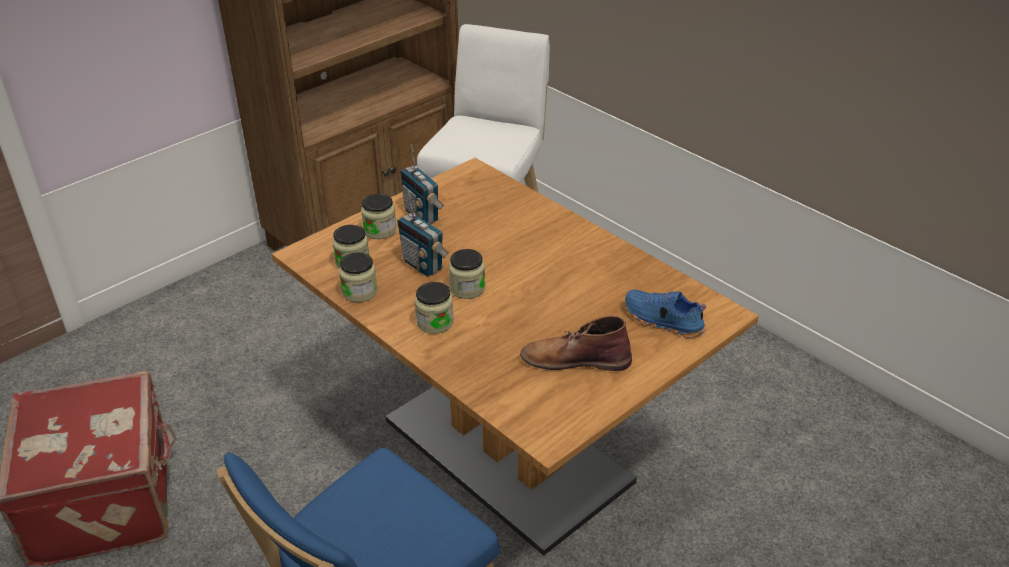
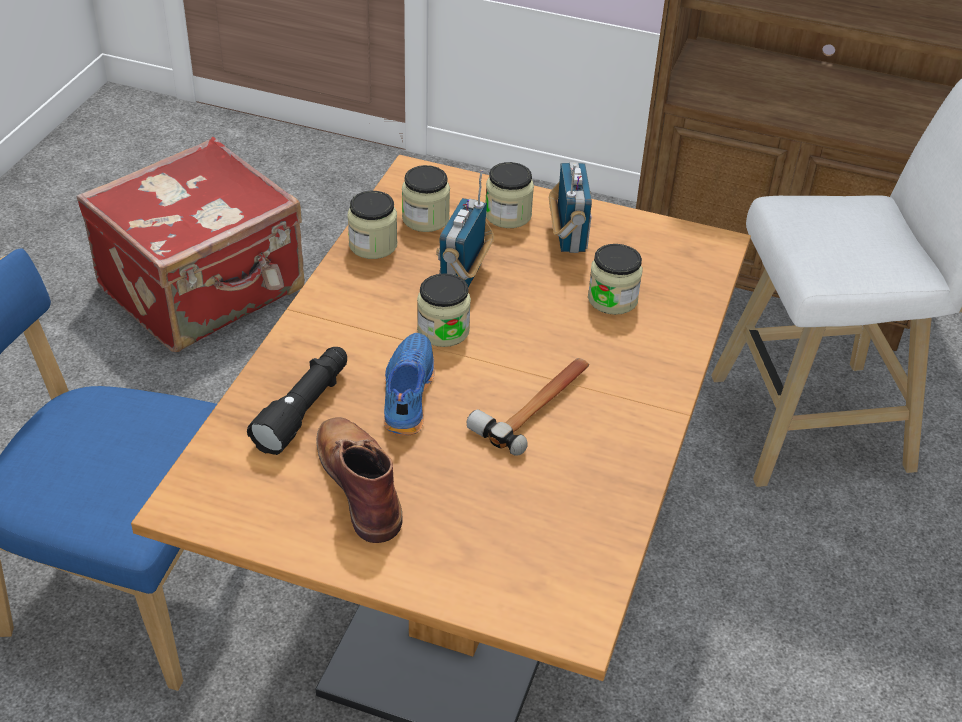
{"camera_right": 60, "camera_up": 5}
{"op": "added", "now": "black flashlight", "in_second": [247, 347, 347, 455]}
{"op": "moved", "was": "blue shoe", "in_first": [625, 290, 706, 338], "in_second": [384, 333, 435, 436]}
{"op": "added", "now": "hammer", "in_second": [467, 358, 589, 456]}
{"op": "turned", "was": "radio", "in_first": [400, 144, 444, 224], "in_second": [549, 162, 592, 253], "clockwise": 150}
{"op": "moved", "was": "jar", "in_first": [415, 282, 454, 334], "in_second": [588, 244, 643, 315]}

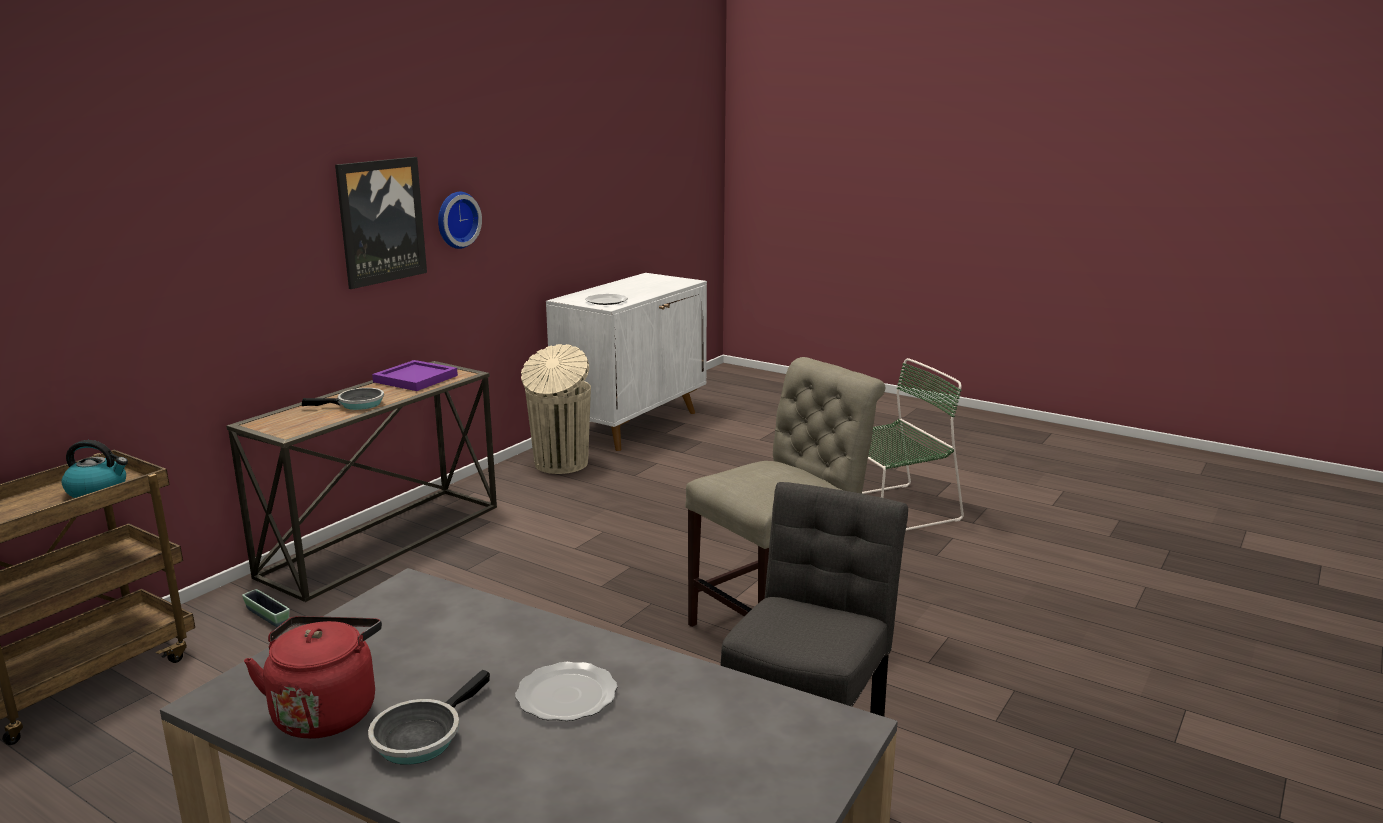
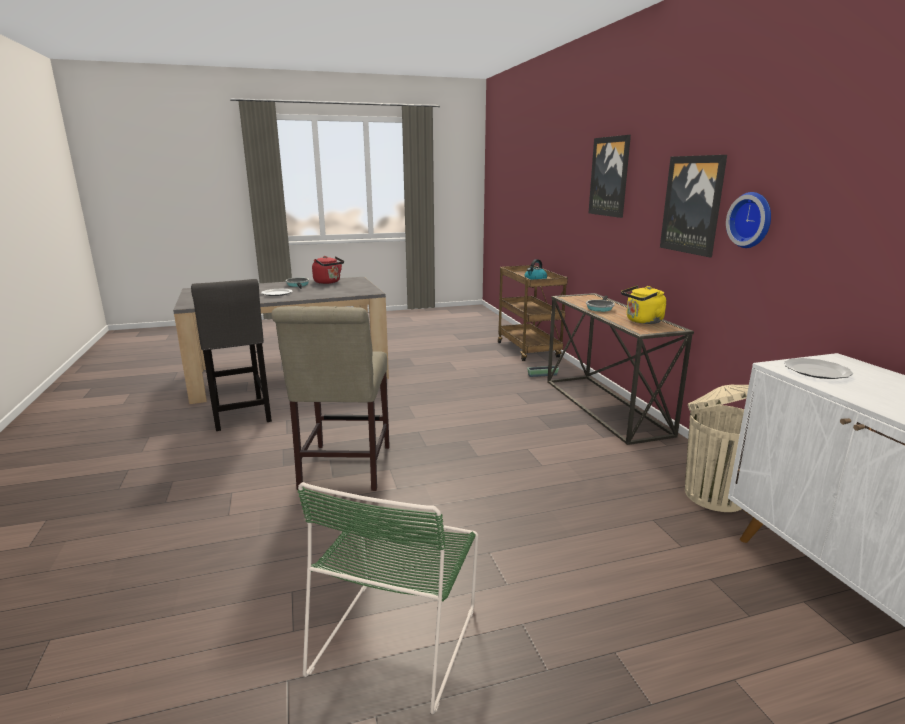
{"camera_right": 130, "camera_up": 0}
{"op": "added", "now": "picture", "in_second": [589, 135, 631, 218]}
{"op": "replaced", "was": "purple tray", "now": "yellow kettle", "in_first": [372, 360, 458, 391], "in_second": [621, 285, 667, 324]}

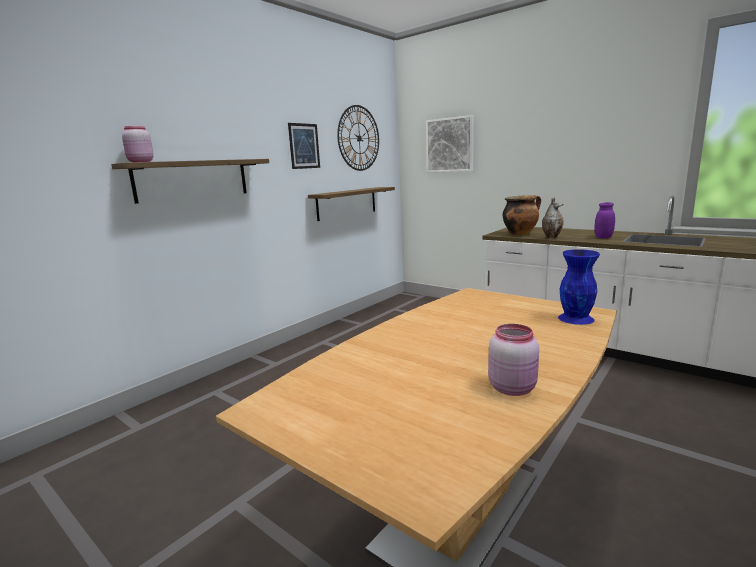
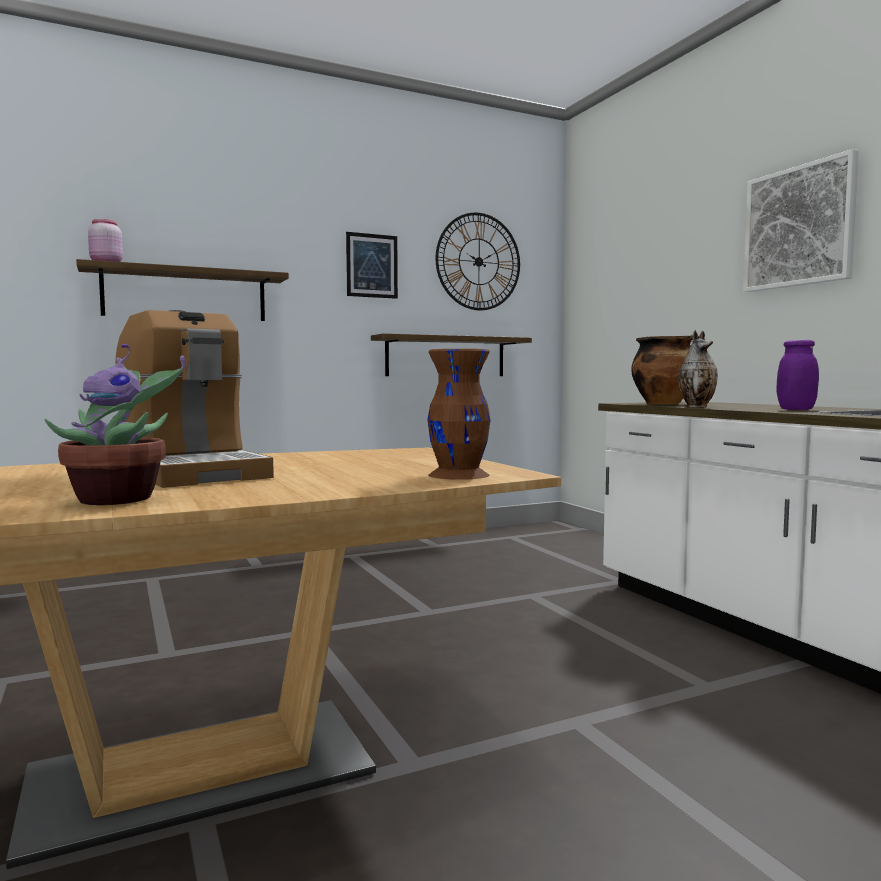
{"camera_right": 25, "camera_up": -10}
{"op": "replaced", "was": "pink jar", "now": "potted plant", "in_first": [488, 324, 539, 396], "in_second": [45, 344, 186, 505]}
{"op": "added", "now": "coffee machine", "in_second": [115, 310, 274, 488]}
{"op": "recoloured", "was": "blue vase", "now": "brown vase", "in_first": [558, 249, 600, 325], "in_second": [427, 349, 491, 480]}
{"op": "moved", "was": "picture", "in_first": [426, 115, 474, 173], "in_second": [743, 149, 859, 292]}

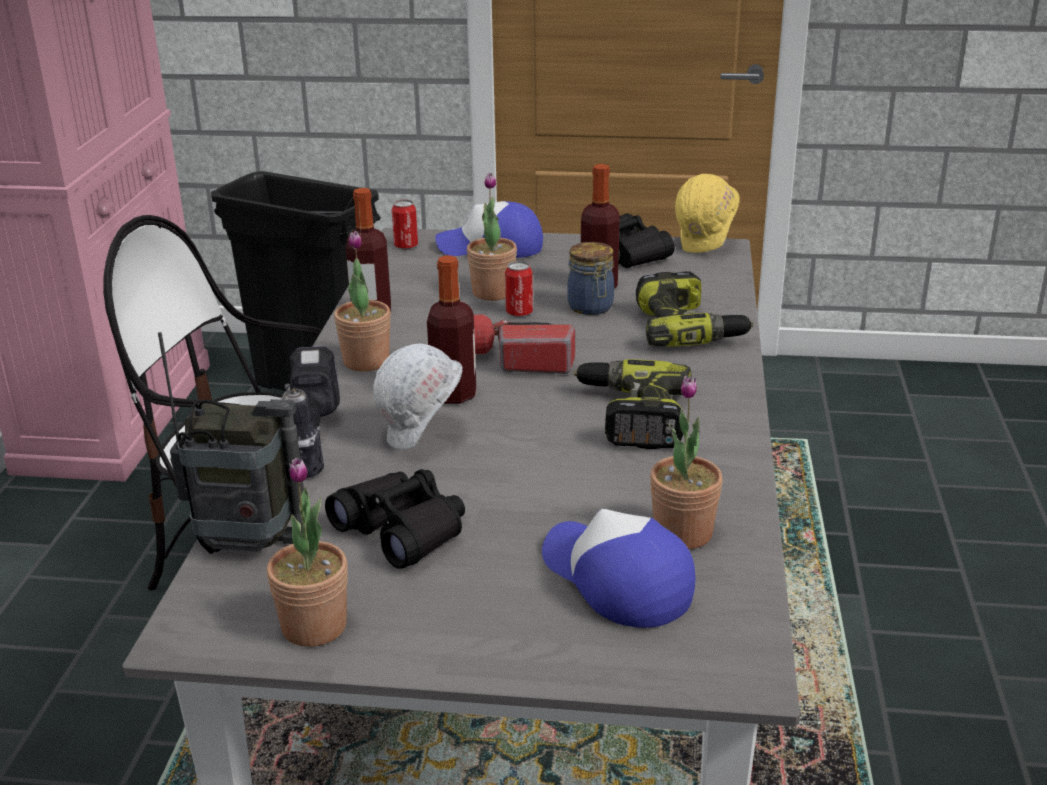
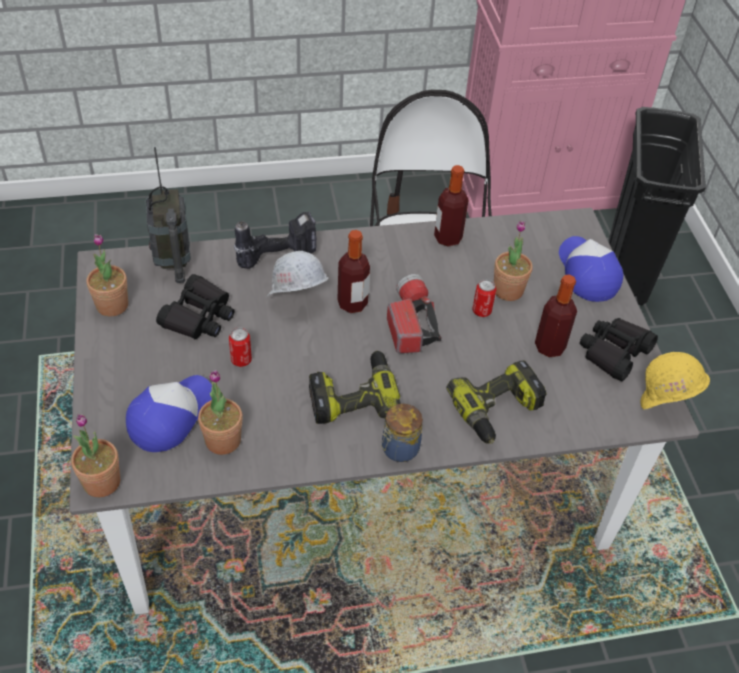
{"camera_right": 70, "camera_up": 20}
{"op": "moved", "was": "potted plant", "in_first": [334, 231, 391, 371], "in_second": [71, 414, 120, 497]}
{"op": "moved", "was": "can", "in_first": [392, 200, 418, 249], "in_second": [229, 327, 252, 367]}
{"op": "moved", "was": "jar", "in_first": [567, 242, 614, 315], "in_second": [381, 404, 423, 462]}

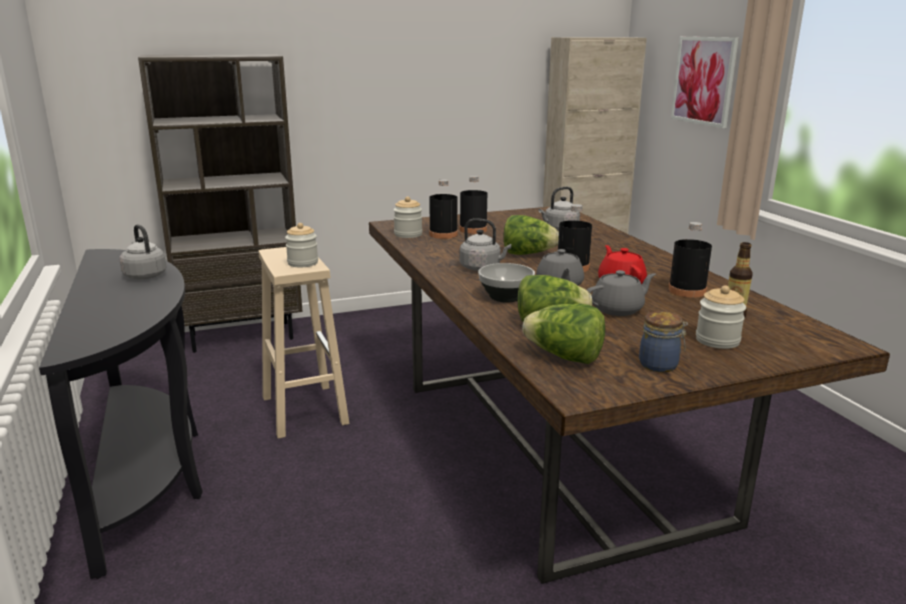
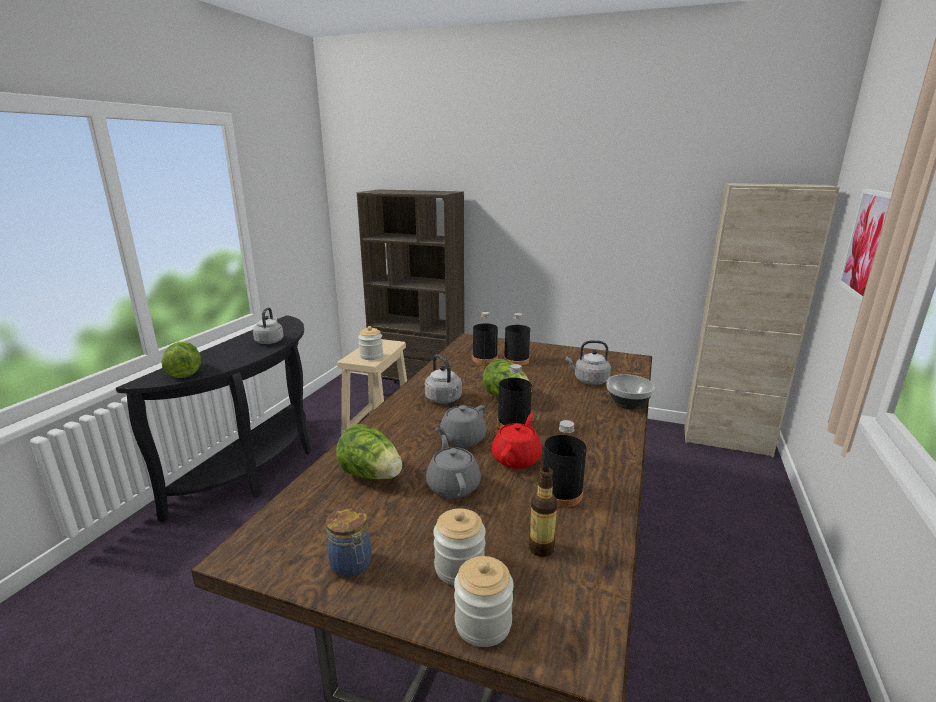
{"camera_right": 40, "camera_up": 0}
{"op": "moved", "was": "lettuce", "in_first": [522, 304, 605, 364], "in_second": [162, 342, 201, 378]}
{"op": "turned", "was": "grey teapot", "in_first": [587, 270, 656, 316], "in_second": [426, 435, 481, 498], "clockwise": -120}
{"op": "moved", "was": "jar", "in_first": [393, 196, 422, 238], "in_second": [454, 556, 514, 647]}
{"op": "moved", "was": "bowl", "in_first": [478, 263, 535, 303], "in_second": [607, 374, 655, 409]}

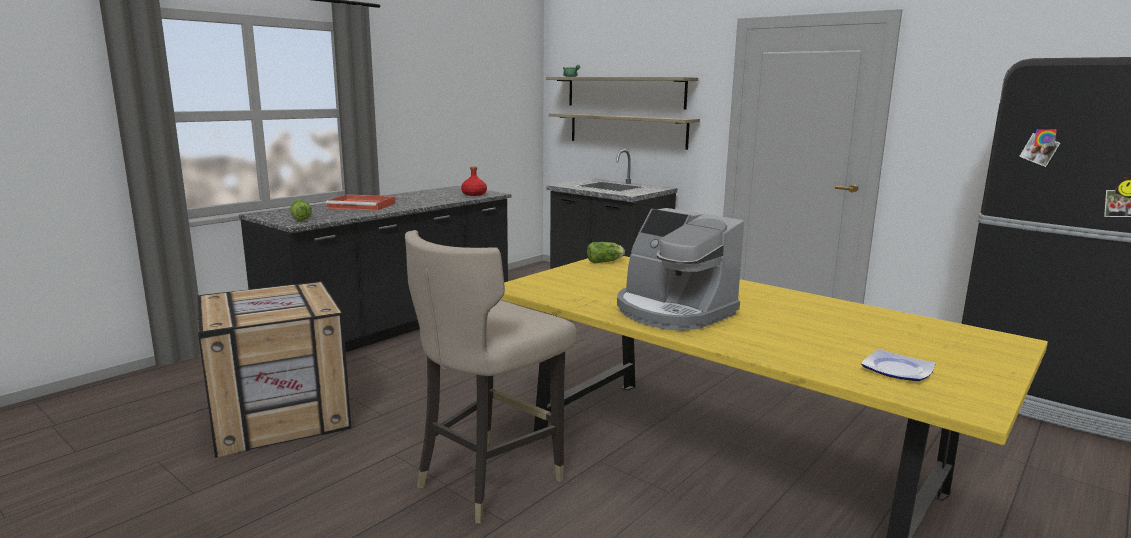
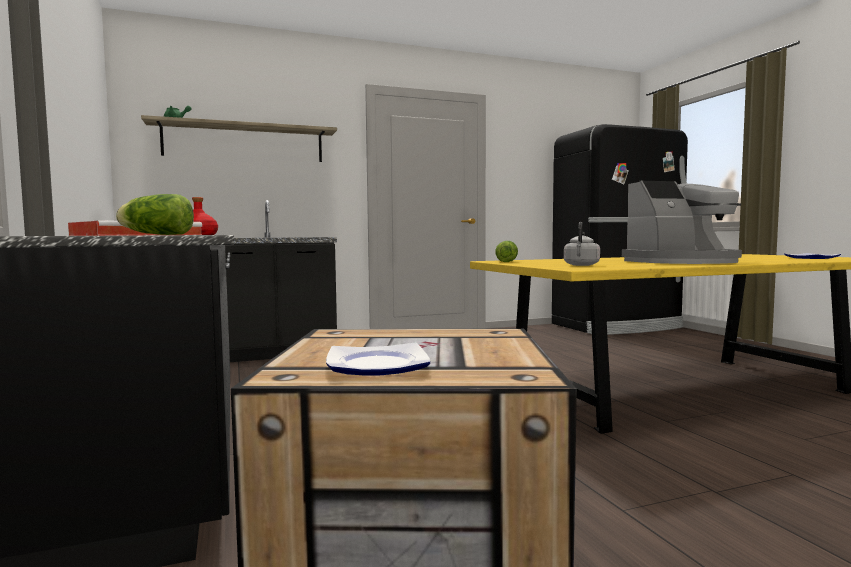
{"camera_right": -60, "camera_up": -10}
{"op": "added", "now": "plate", "in_second": [326, 343, 430, 375]}
{"op": "added", "now": "grey kettle", "in_second": [564, 222, 600, 266]}
{"op": "removed", "was": "beige stool", "in_first": [405, 230, 577, 524]}
{"op": "removed", "was": "shelf", "in_first": [549, 113, 700, 150]}

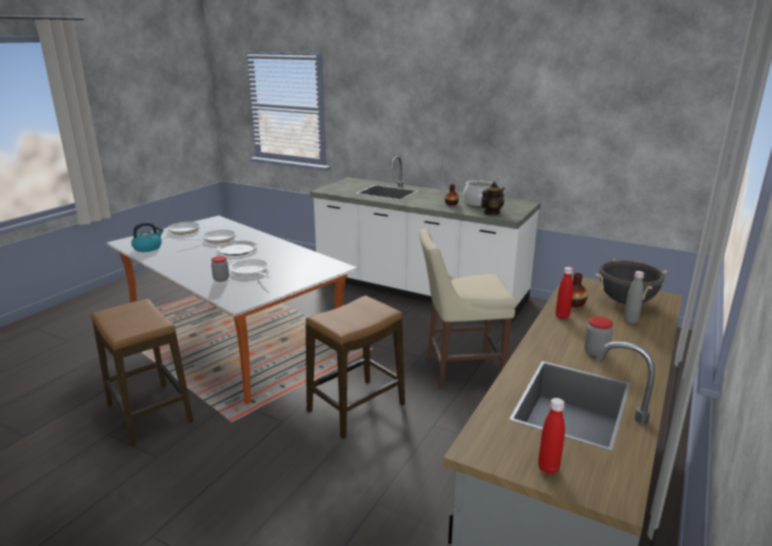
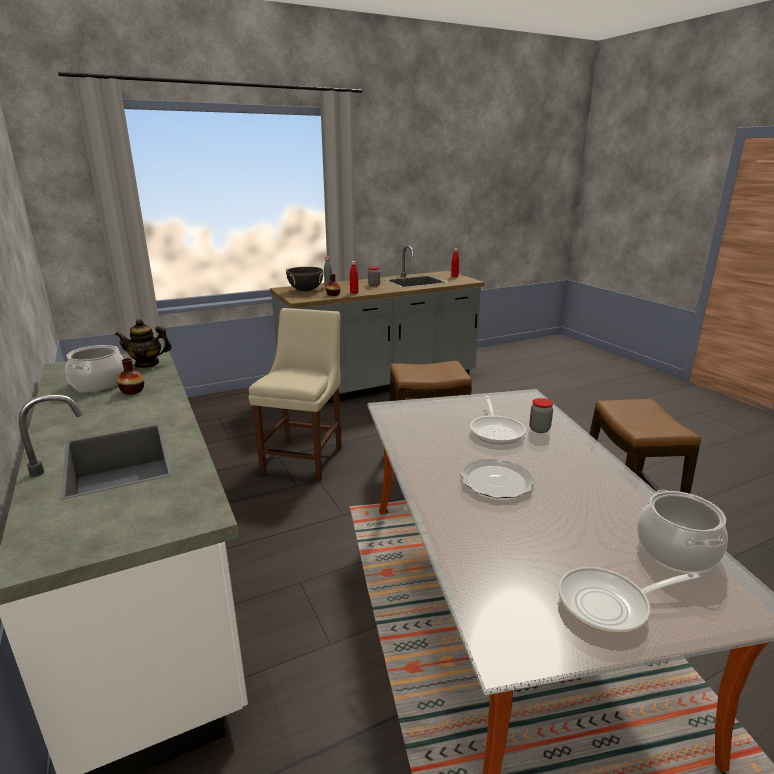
{"camera_right": -145, "camera_up": 0}
{"op": "turned", "was": "beige chair", "in_first": [419, 228, 516, 388], "in_second": [248, 308, 342, 481], "clockwise": -105}
{"op": "replaced", "was": "kettle", "now": "cooking pot", "in_first": [131, 222, 164, 252], "in_second": [637, 490, 728, 572]}
{"op": "removed", "was": "frying pan", "in_first": [178, 230, 236, 243]}

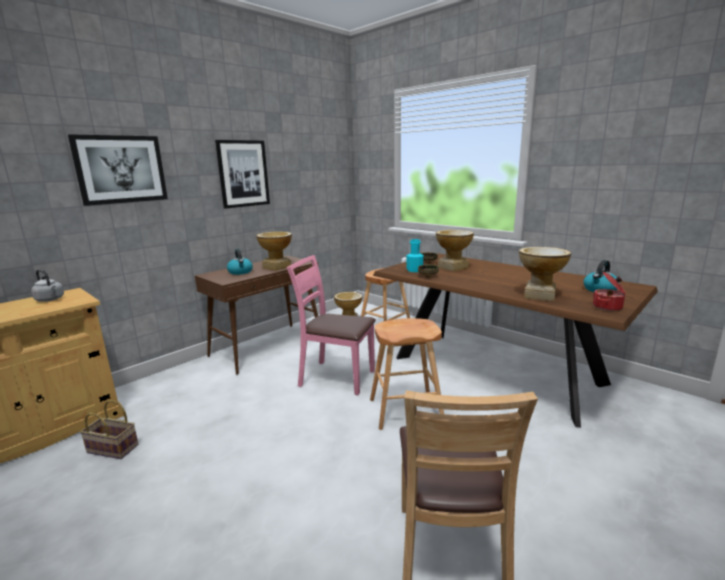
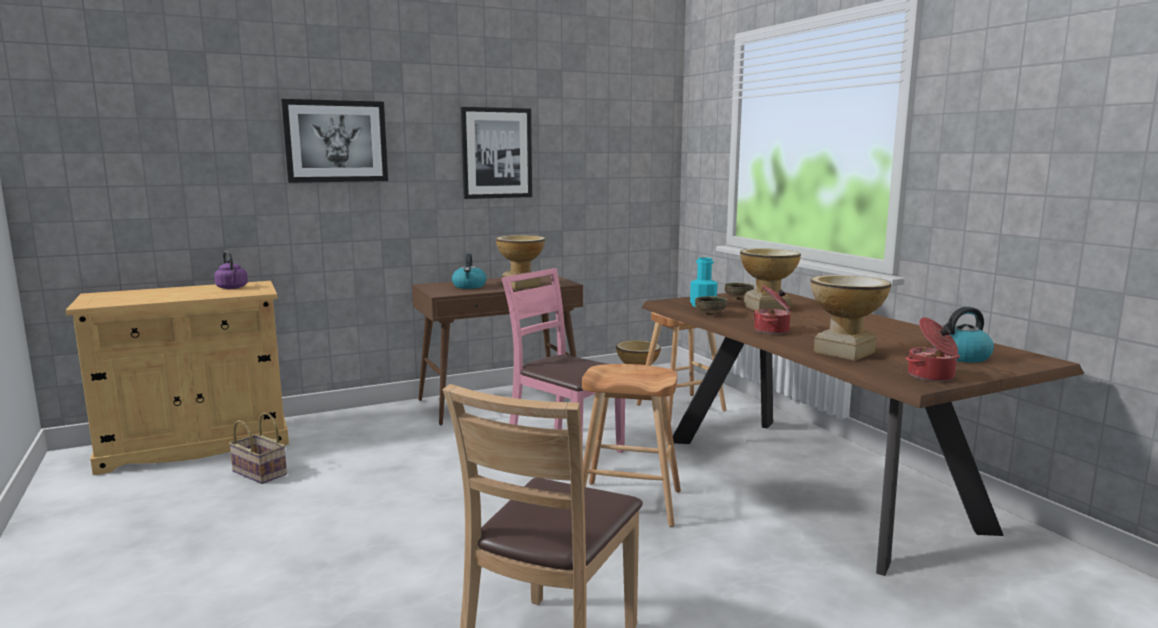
{"camera_right": 20, "camera_up": -5}
{"op": "recoloured", "was": "grey kettle", "now": "purple kettle", "in_first": [31, 269, 64, 302], "in_second": [214, 251, 248, 289]}
{"op": "added", "now": "cooking pot", "in_second": [753, 285, 791, 334]}

